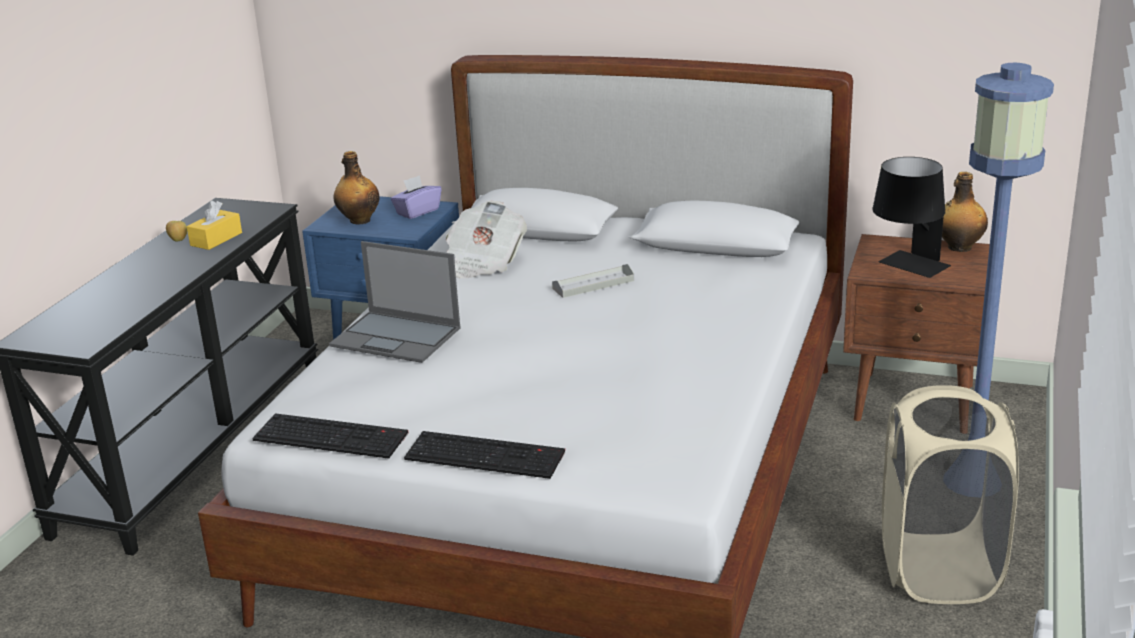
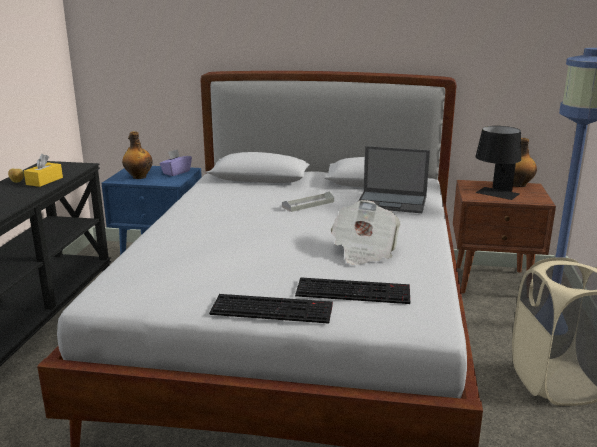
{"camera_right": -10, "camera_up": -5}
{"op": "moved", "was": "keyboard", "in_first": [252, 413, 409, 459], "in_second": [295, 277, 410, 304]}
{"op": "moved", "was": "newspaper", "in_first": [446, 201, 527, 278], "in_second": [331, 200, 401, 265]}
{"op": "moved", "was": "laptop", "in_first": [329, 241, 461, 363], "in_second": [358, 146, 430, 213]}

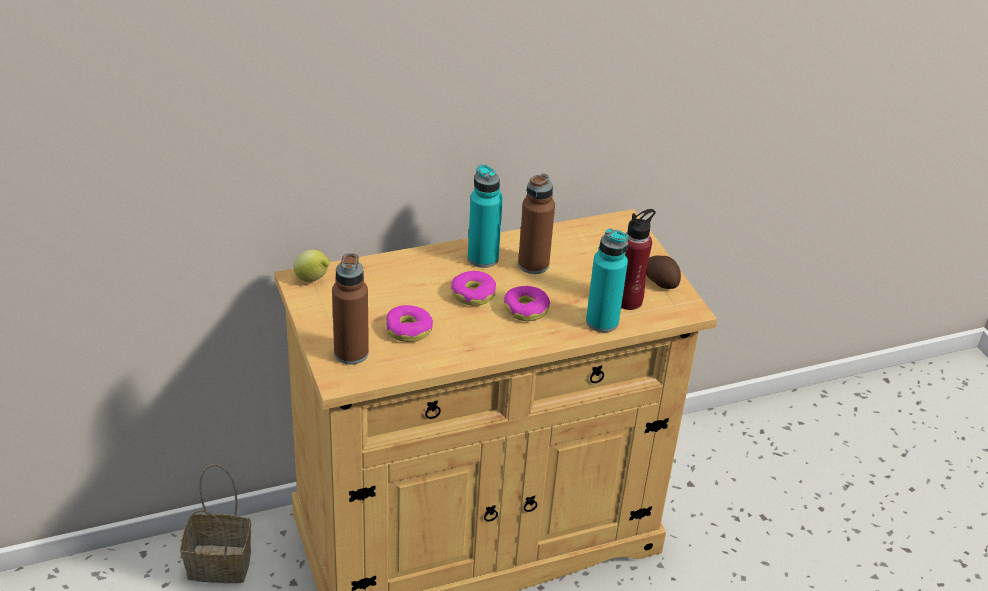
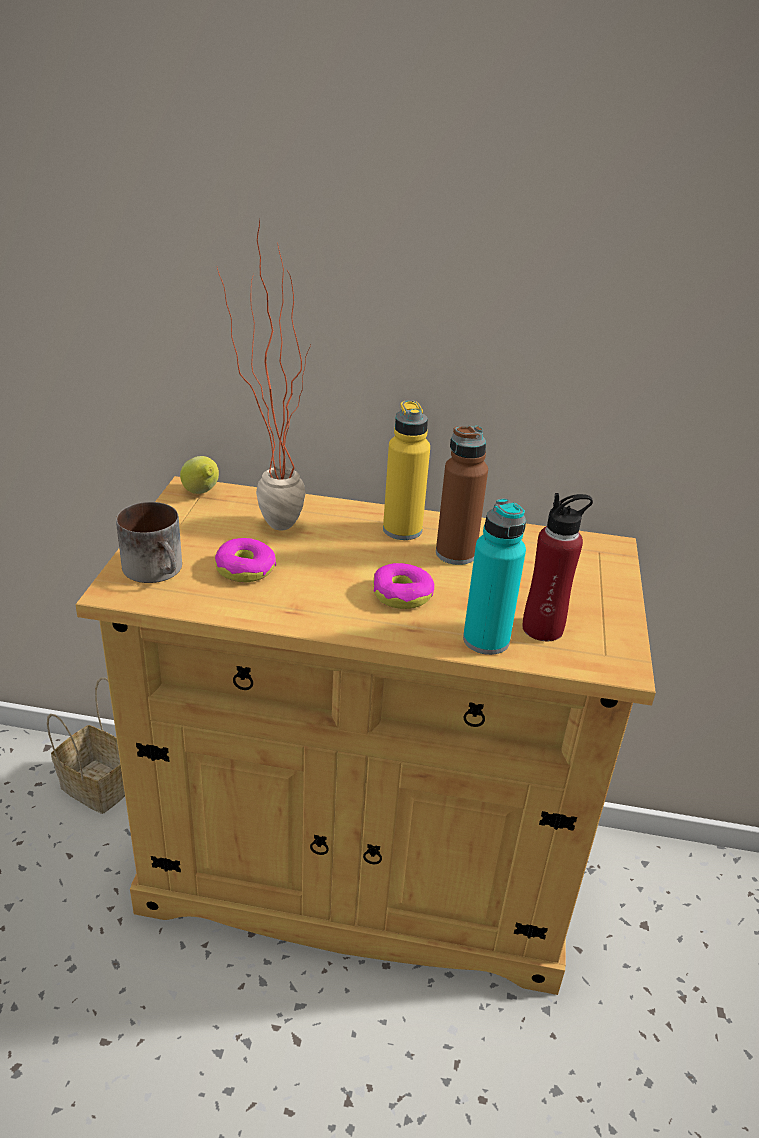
{"camera_right": 30, "camera_up": -5}
{"op": "replaced", "was": "brown bottle", "now": "mug", "in_first": [332, 253, 369, 365], "in_second": [116, 502, 182, 583]}
{"op": "added", "now": "potted plant", "in_second": [217, 218, 311, 530]}
{"op": "recoloured", "was": "turquoise bottle", "now": "yellow bottle", "in_first": [468, 164, 503, 268], "in_second": [383, 400, 430, 540]}
{"op": "removed", "was": "donut", "in_first": [451, 271, 496, 306]}
{"op": "removed", "was": "potato", "in_first": [646, 255, 681, 289]}

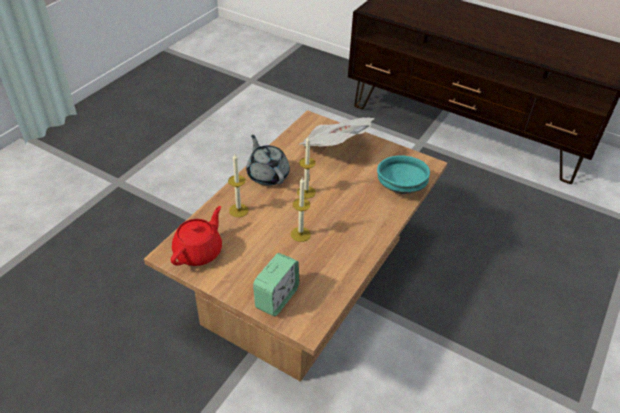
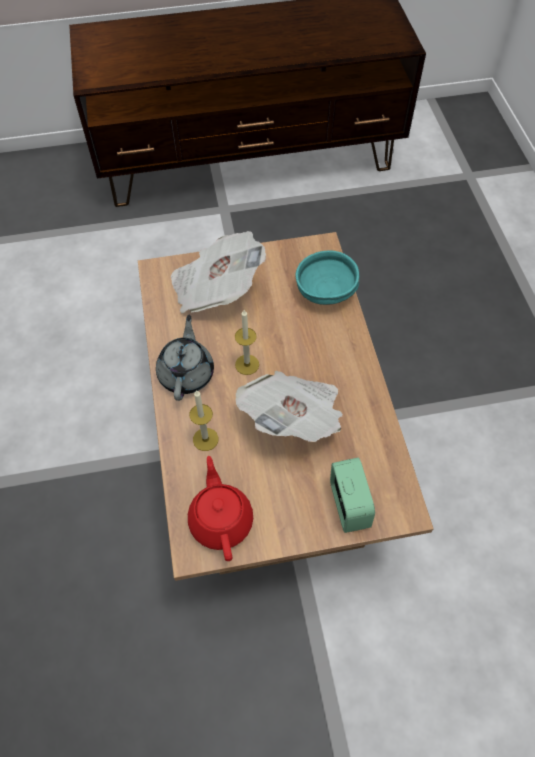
{"camera_right": -40, "camera_up": 15}
{"op": "turned", "was": "grey teapot", "in_first": [246, 135, 290, 185], "in_second": [156, 315, 214, 401], "clockwise": 75}
{"op": "replaced", "was": "candle", "now": "newspaper", "in_first": [291, 178, 311, 242], "in_second": [236, 371, 343, 442]}

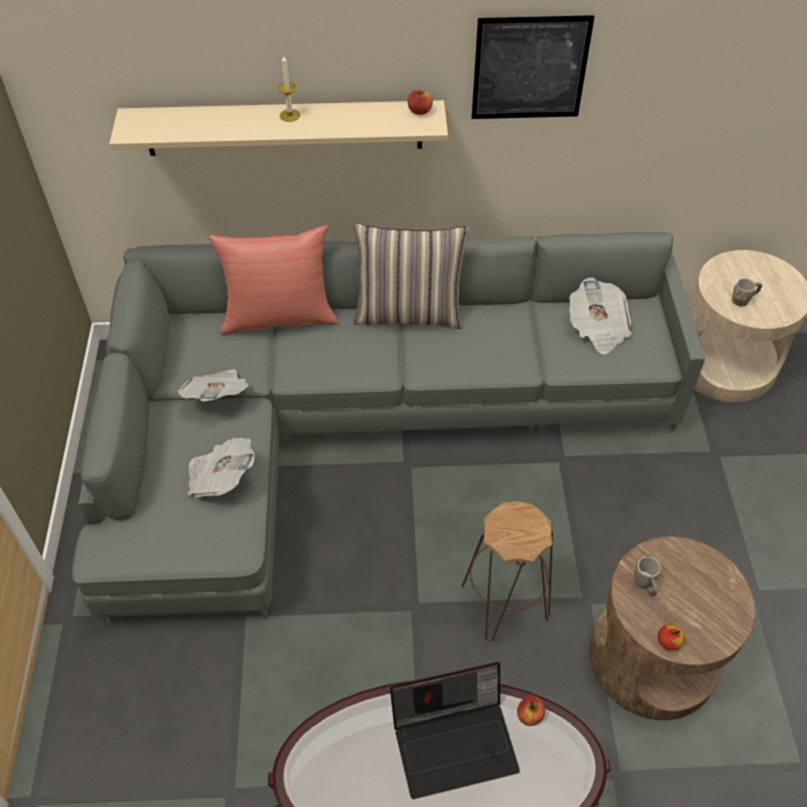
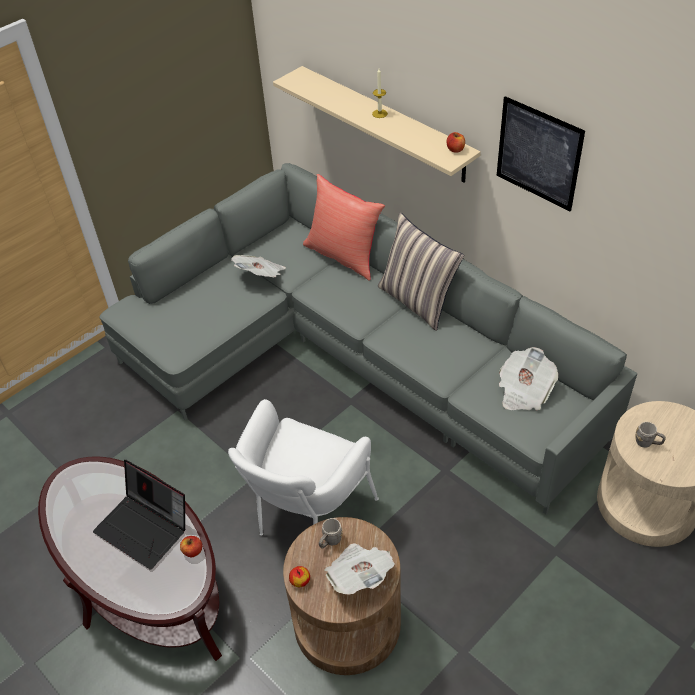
{"camera_right": 50, "camera_up": -5}
{"op": "replaced", "was": "brown stool", "now": "white armchair", "in_first": [462, 501, 553, 641], "in_second": [228, 399, 379, 535]}
{"op": "moved", "was": "newspaper", "in_first": [188, 437, 255, 497], "in_second": [324, 543, 395, 594]}

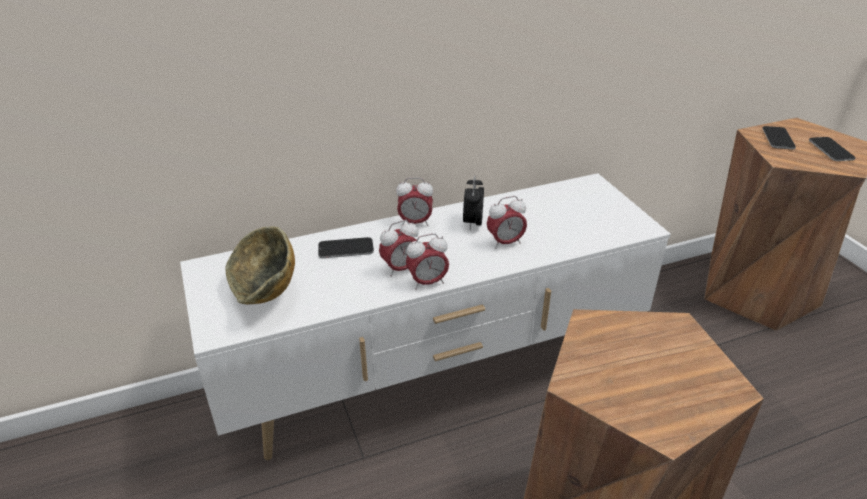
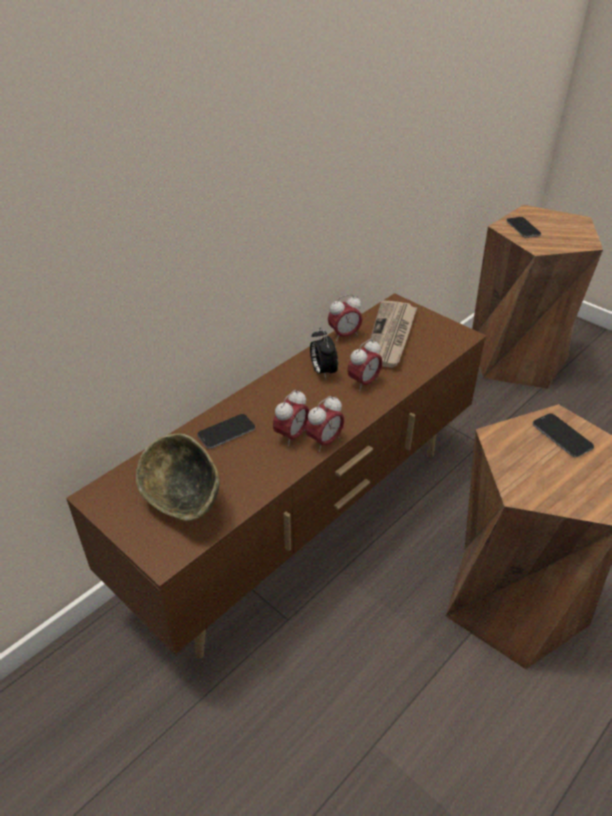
{"camera_right": -25, "camera_up": 5}
{"op": "recoloured", "was": "white tv stand", "now": "brown tv stand", "in_first": [180, 173, 670, 460], "in_second": [66, 293, 486, 659]}
{"op": "moved", "was": "alarm clock", "in_first": [396, 178, 433, 226], "in_second": [328, 294, 363, 341]}
{"op": "added", "now": "newspaper", "in_second": [370, 301, 417, 368]}
{"op": "moved", "was": "phone", "in_first": [809, 137, 855, 161], "in_second": [532, 413, 594, 457]}

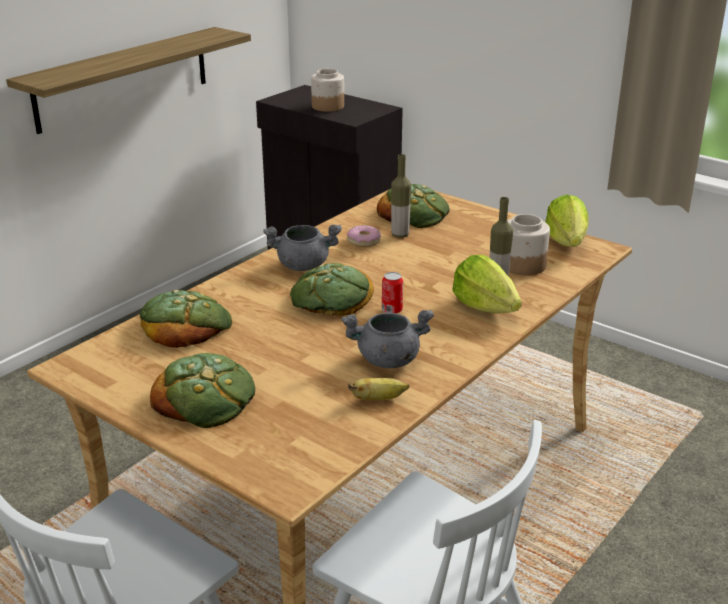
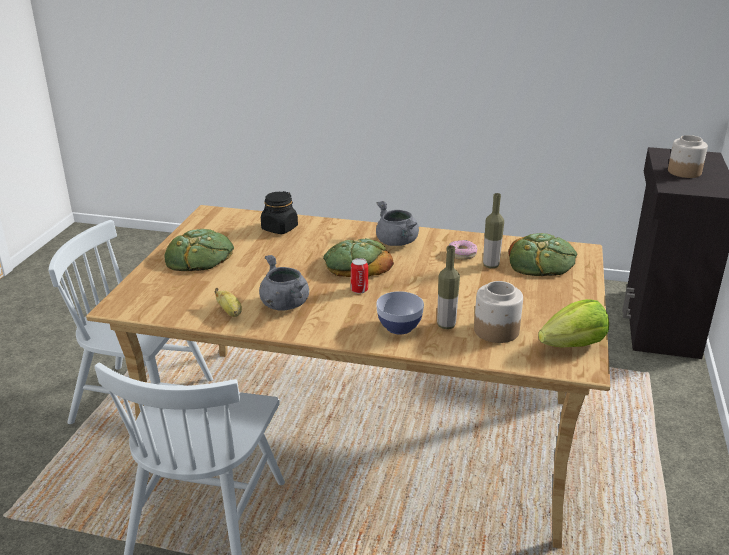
{"camera_right": 65, "camera_up": 0}
{"op": "replaced", "was": "bread", "now": "black jar", "in_first": [140, 290, 232, 348], "in_second": [261, 191, 298, 234]}
{"op": "replaced", "was": "lettuce", "now": "bowl", "in_first": [452, 255, 522, 313], "in_second": [376, 291, 424, 335]}
{"op": "removed", "was": "shelf", "in_first": [6, 27, 251, 134]}

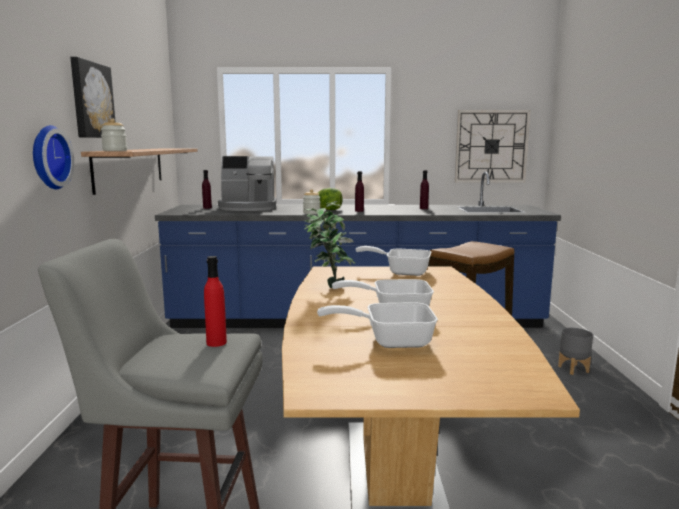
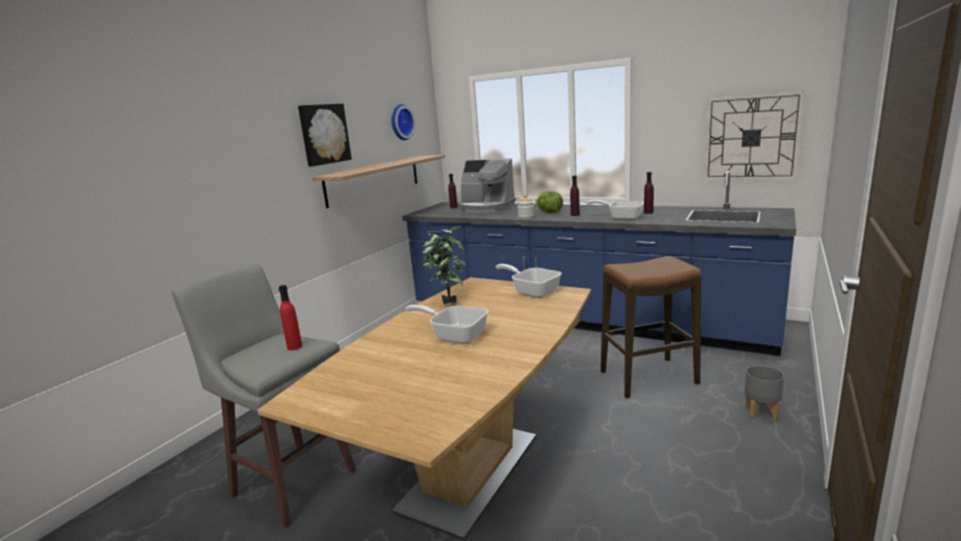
{"camera_right": 30, "camera_up": 5}
{"op": "moved", "was": "wall clock", "in_first": [33, 125, 74, 189], "in_second": [391, 104, 415, 140]}
{"op": "moved", "was": "frying pan", "in_first": [317, 302, 438, 348], "in_second": [586, 200, 644, 220]}
{"op": "removed", "was": "jar", "in_first": [101, 118, 127, 151]}

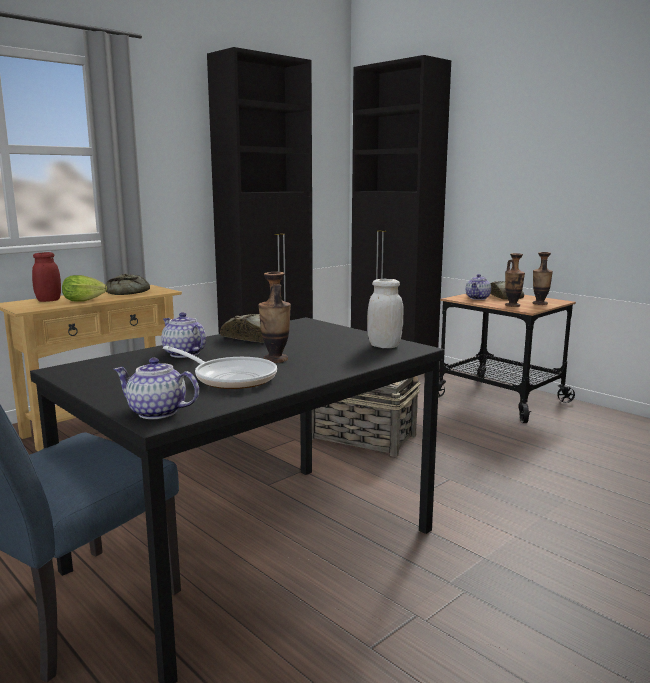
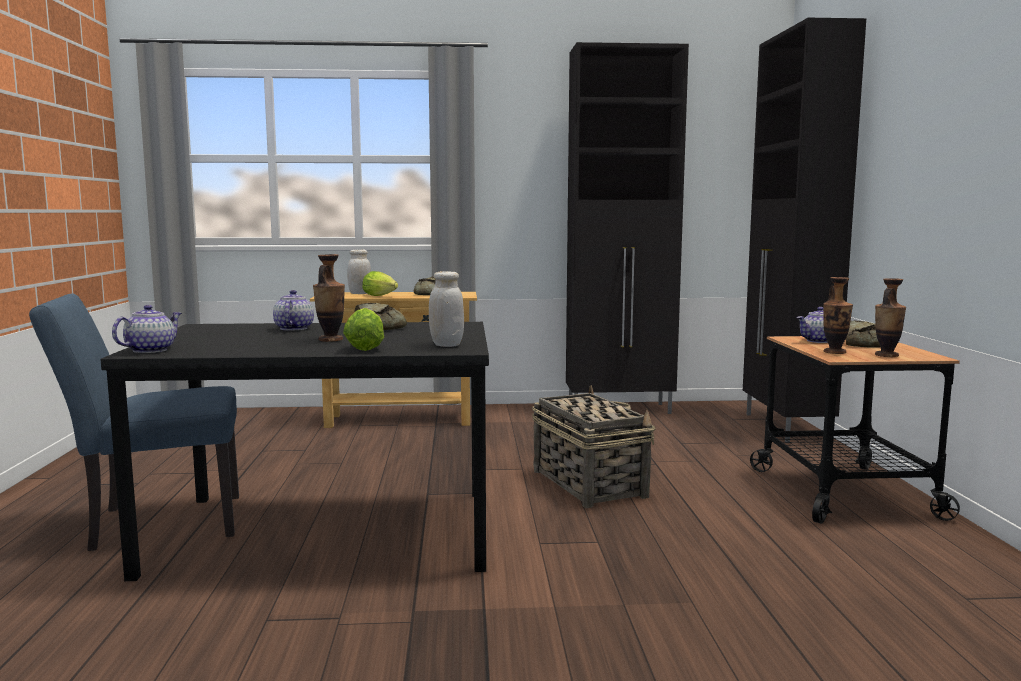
{"camera_right": 40, "camera_up": -5}
{"op": "turned", "was": "teapot", "in_first": [114, 358, 199, 419], "in_second": [112, 305, 182, 353], "clockwise": 60}
{"op": "added", "now": "lettuce", "in_second": [343, 308, 384, 351]}
{"op": "recoloured", "was": "red jar", "now": "white jar", "in_first": [32, 252, 61, 302], "in_second": [347, 249, 371, 294]}
{"op": "removed", "was": "frying pan", "in_first": [163, 346, 277, 389]}

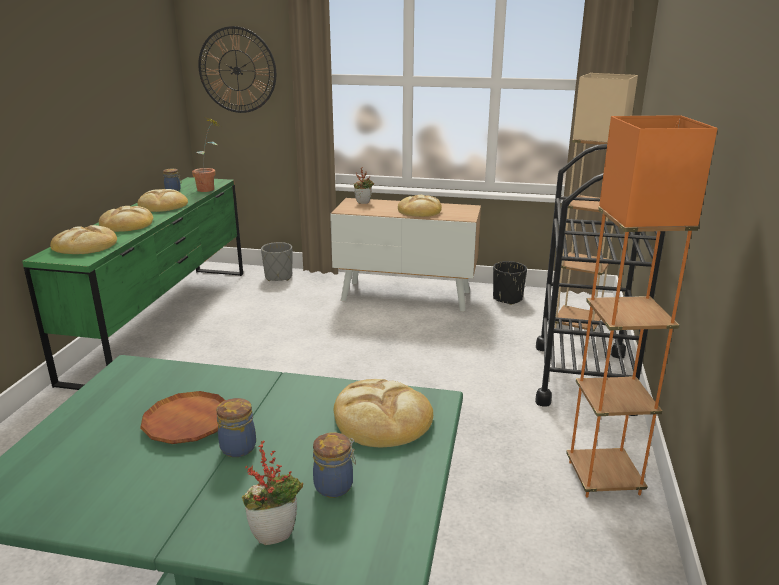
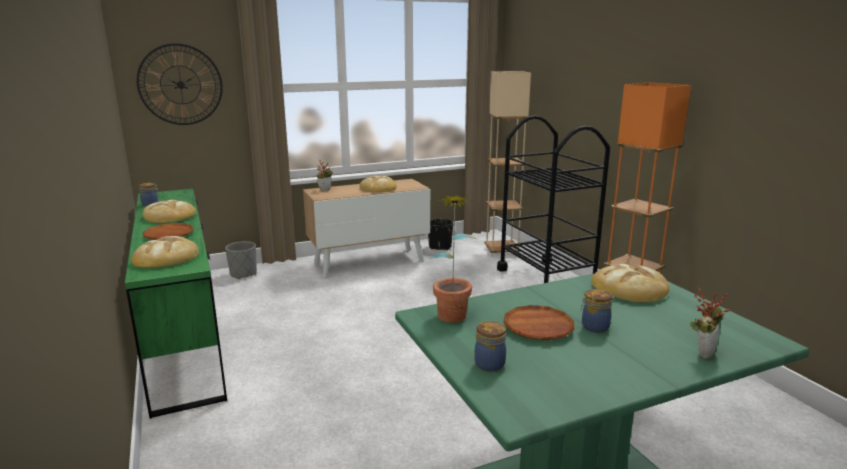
{"camera_right": -35, "camera_up": -5}
{"op": "replaced", "was": "bread", "now": "brown plate", "in_first": [99, 206, 153, 232], "in_second": [143, 223, 194, 240]}
{"op": "moved", "was": "potted plant", "in_first": [192, 117, 221, 192], "in_second": [429, 194, 477, 323]}
{"op": "moved", "was": "jar", "in_first": [313, 433, 356, 498], "in_second": [474, 321, 506, 372]}

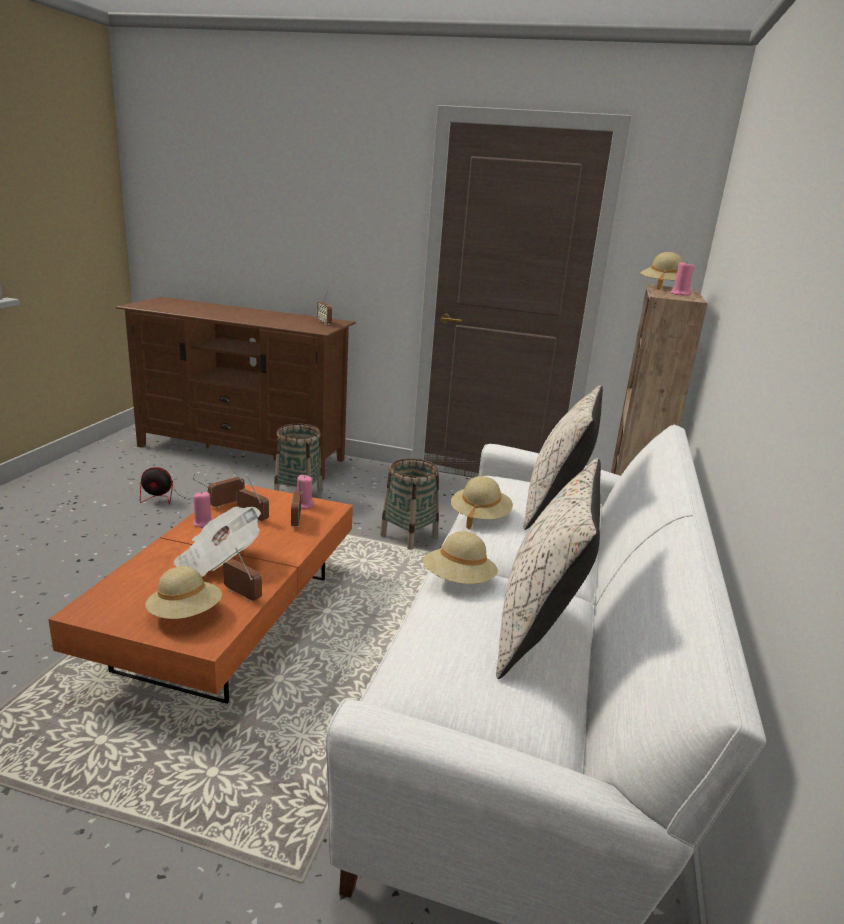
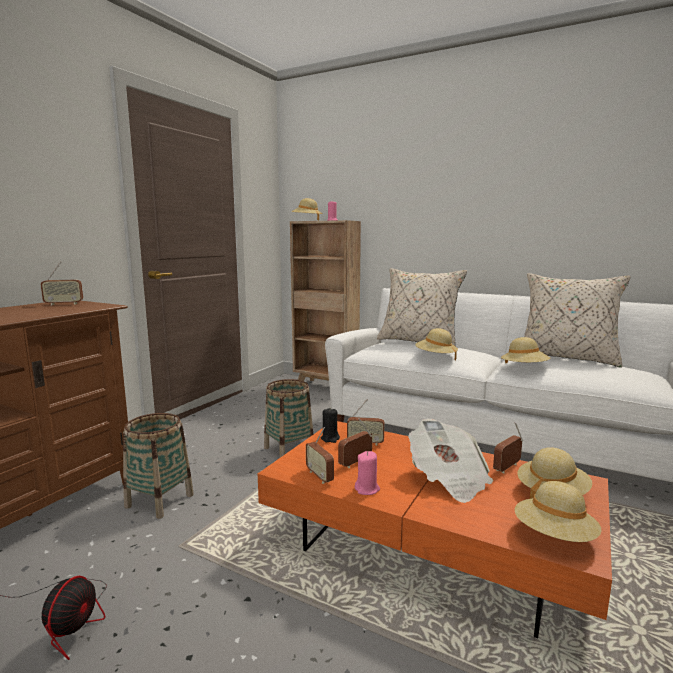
{"camera_right": -75, "camera_up": -10}
{"op": "recoloured", "was": "pink candle", "now": "black candle", "in_first": [297, 475, 314, 509], "in_second": [321, 408, 340, 443]}
{"op": "added", "now": "beige hat", "in_second": [515, 481, 602, 542]}

